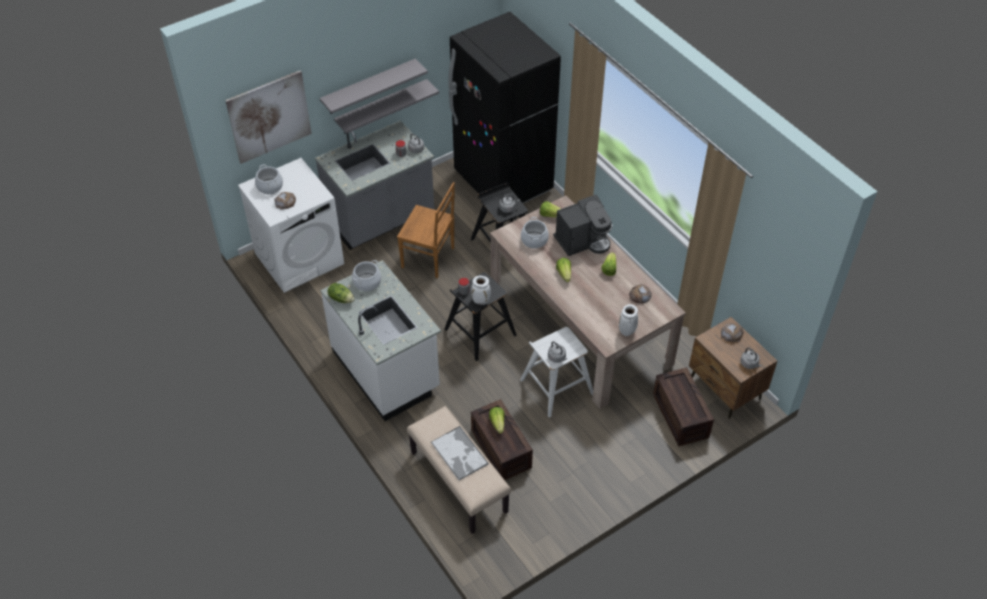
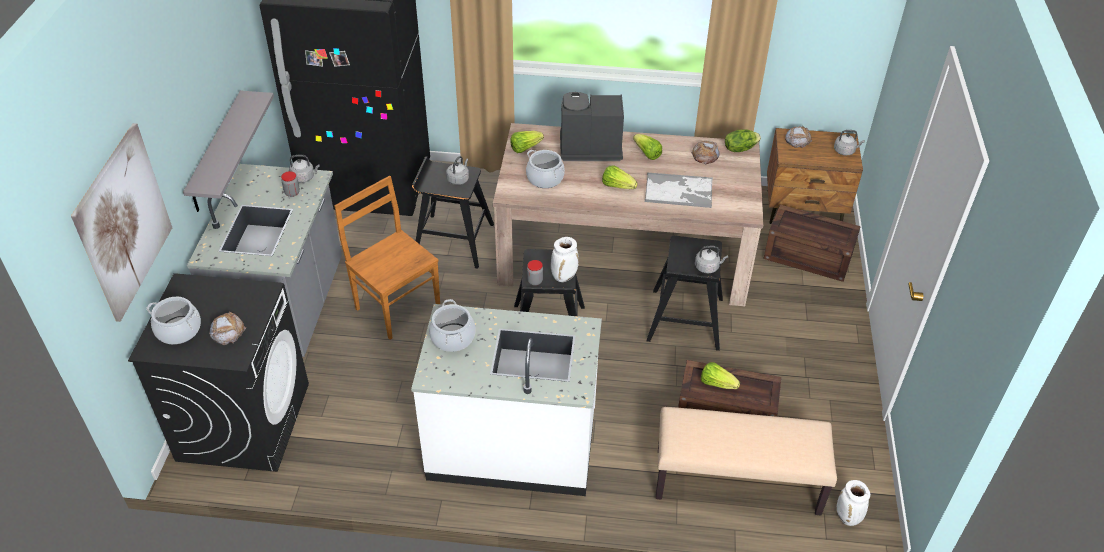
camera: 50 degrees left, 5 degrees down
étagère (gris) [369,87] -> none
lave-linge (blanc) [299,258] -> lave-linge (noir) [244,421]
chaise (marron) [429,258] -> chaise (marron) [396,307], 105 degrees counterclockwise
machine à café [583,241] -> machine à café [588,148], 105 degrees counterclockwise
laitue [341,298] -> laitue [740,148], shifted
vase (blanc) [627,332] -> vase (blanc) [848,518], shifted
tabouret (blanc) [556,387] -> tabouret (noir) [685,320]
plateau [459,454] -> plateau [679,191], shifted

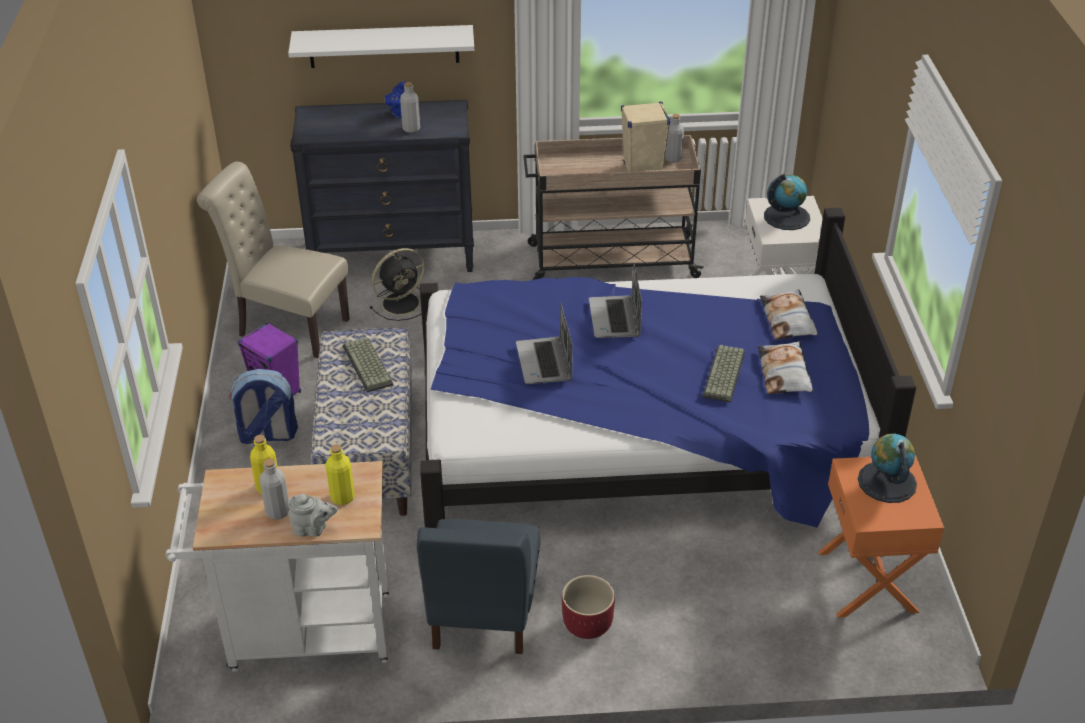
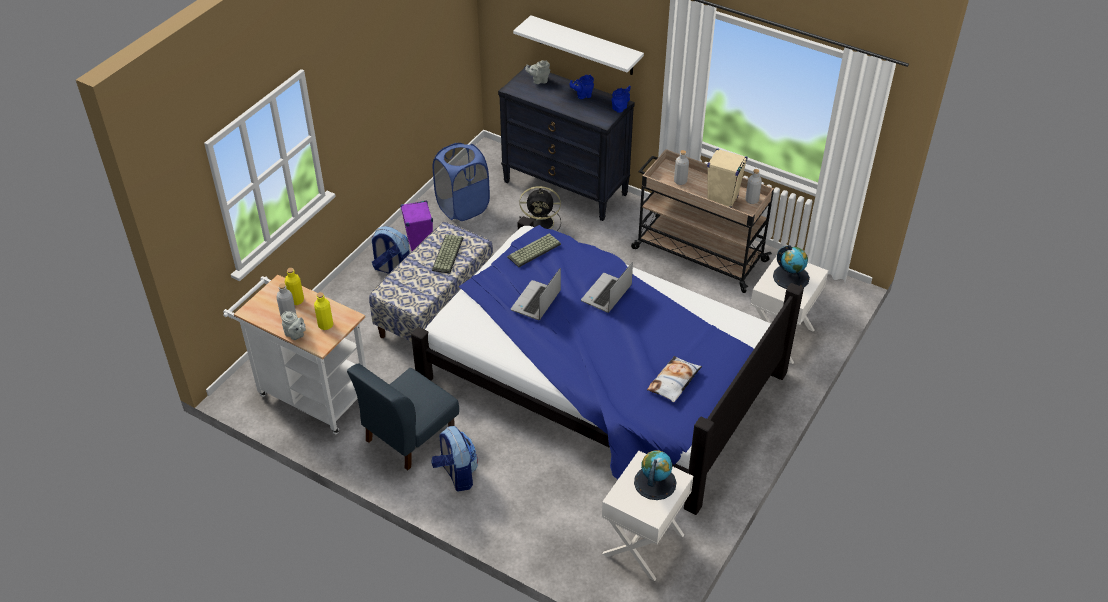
camera: 35 degrees right, 5 degrees up
bouteille (gris) [411,129] -> bouteille (gris) [680,181], shifted
chaise (beige) [287,326] -> panier à linge (bleu) [463,207]
coussin [788,320] -> none
clavier [725,375] -> clavier [534,251], shifted
table de chevet (orange) [869,581] -> table de chevet (blanc) [644,544]
cache-pot (rouge) [586,625] -> sac à dos [456,474]
none -> théière (gris) [539,80]
none -> théière (bleu) [620,107]

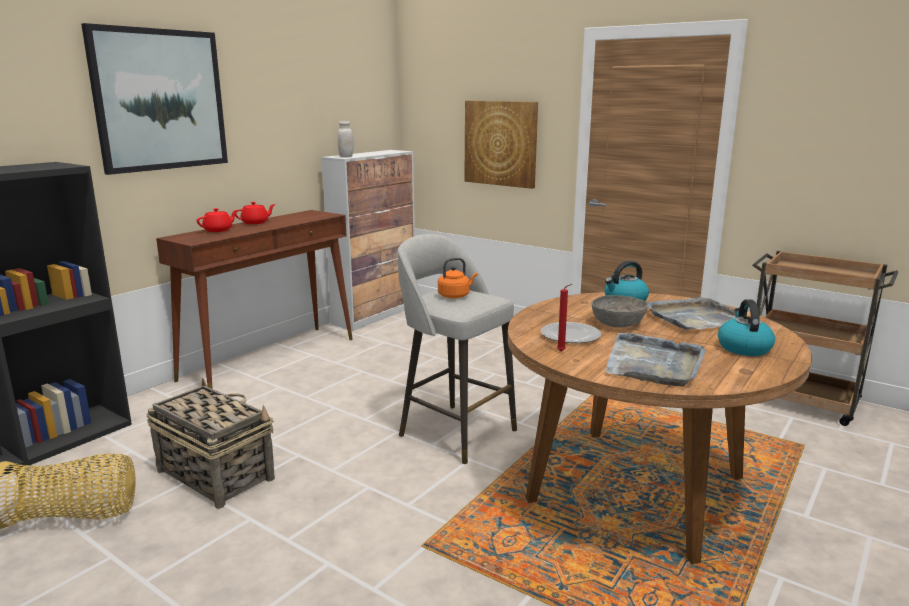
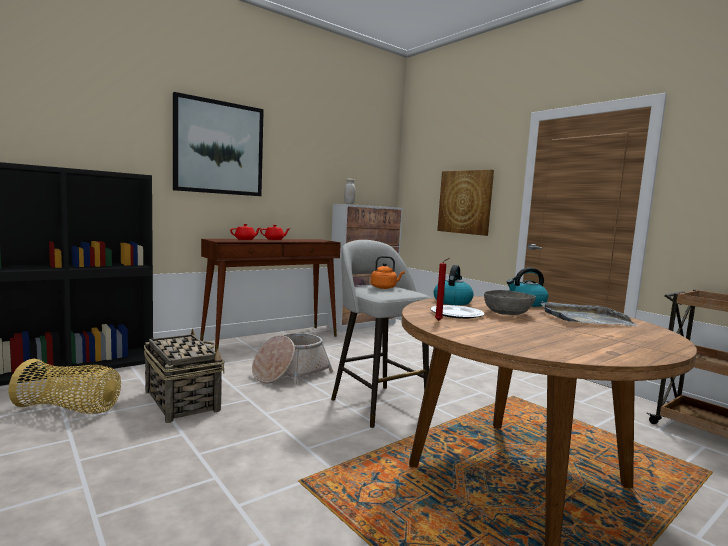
camera: 15 degrees right, 10 degrees down
bouilloire [743,348] -> bouilloire [452,302], shifted
plateau (gris) [653,364] -> none
none -> panier [290,373]

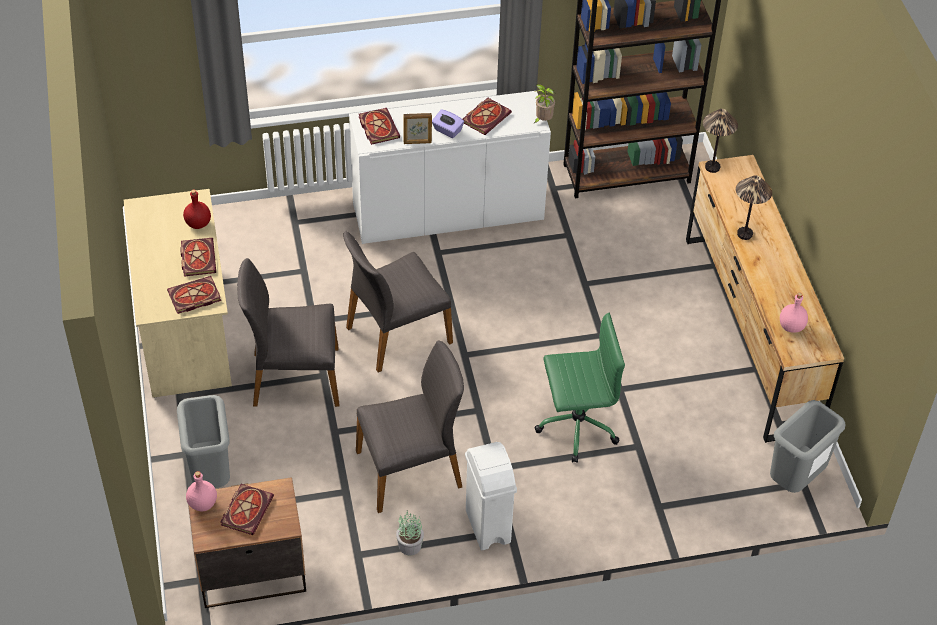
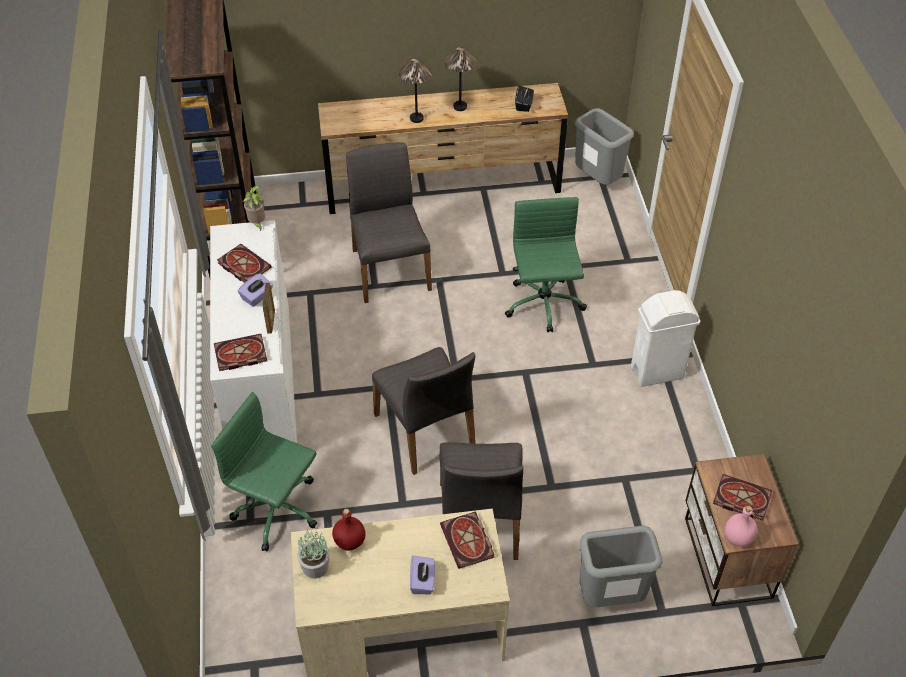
camera: 85 degrees left, 0 degrees up
lampe de table [712,167] -> lampe de table [460,106], shifted
livre [197,258] -> none
bouteille (rose) [791,326] -> boîte à mouchoirs (noir) [524,105]
chaise (gris) [410,470] -> chaise (gris) [389,269], shifted
plante en pot [409,545] -> plante en pot [315,567], shifted
none -> chaise de bureau (vert) [278,511]
none -> boîte à mouchoirs (violet) [422,581]

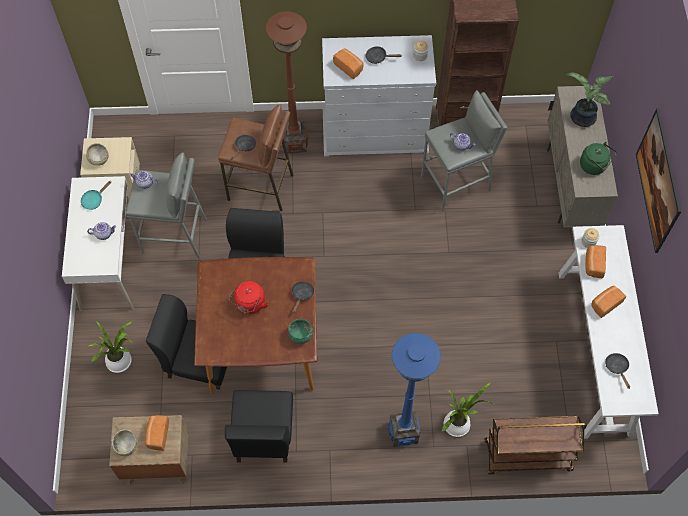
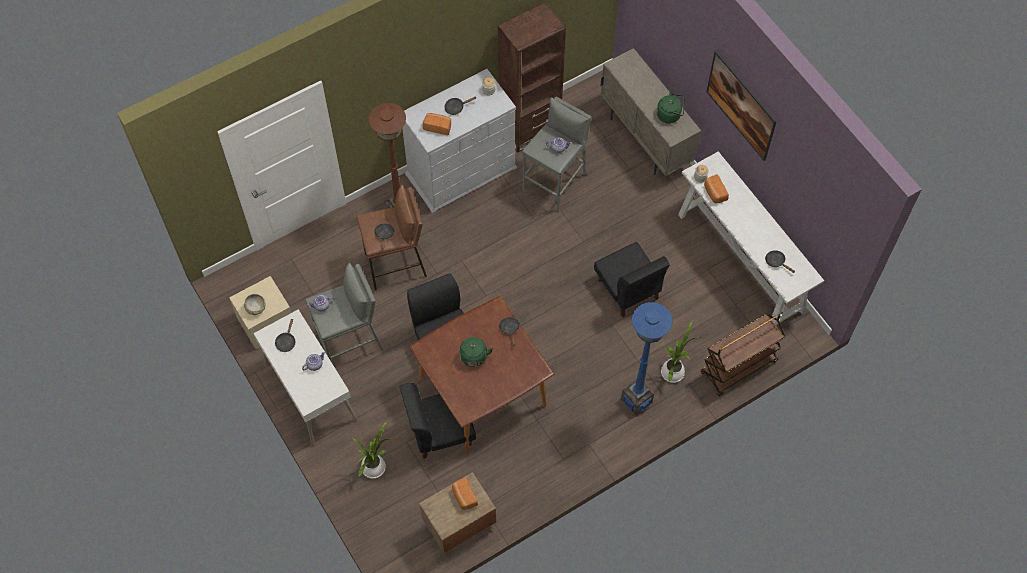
camera: 30 degrees left, 0 degrees up
plante en pot [581,118] -> none
poêle (turquoise) [94,200] -> poêle (noir) [286,341]
bouilloire (rouge) [250,305] -> bouilloire (vert) [474,358]
pain [605,304] -> none
bol (vert) [300,336] -> none
chaise (noir) [263,435] -> chaise (noir) [628,289], shifted
bol (beige) [127,446] -> none

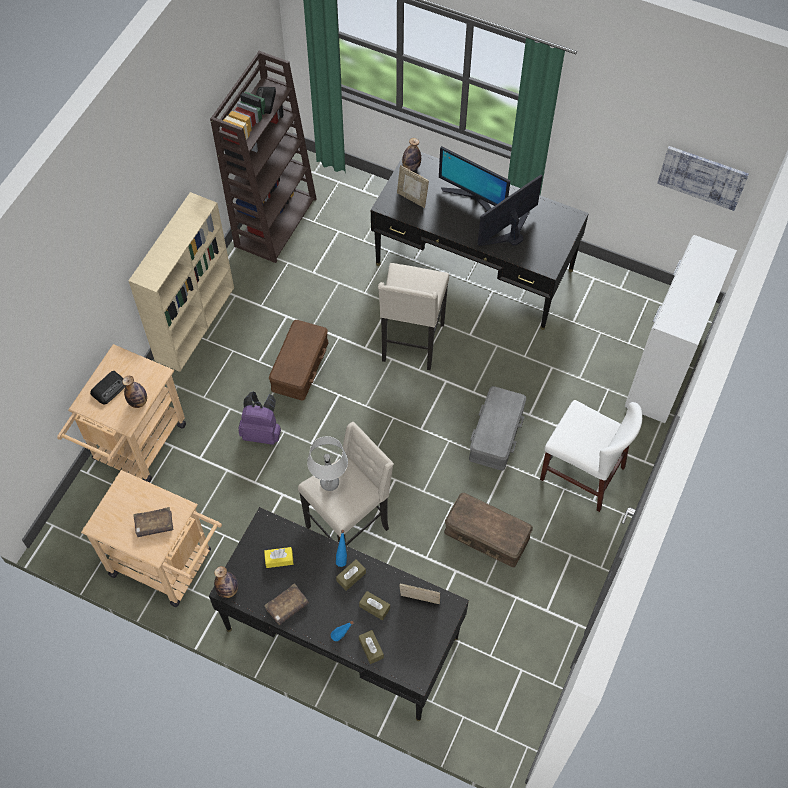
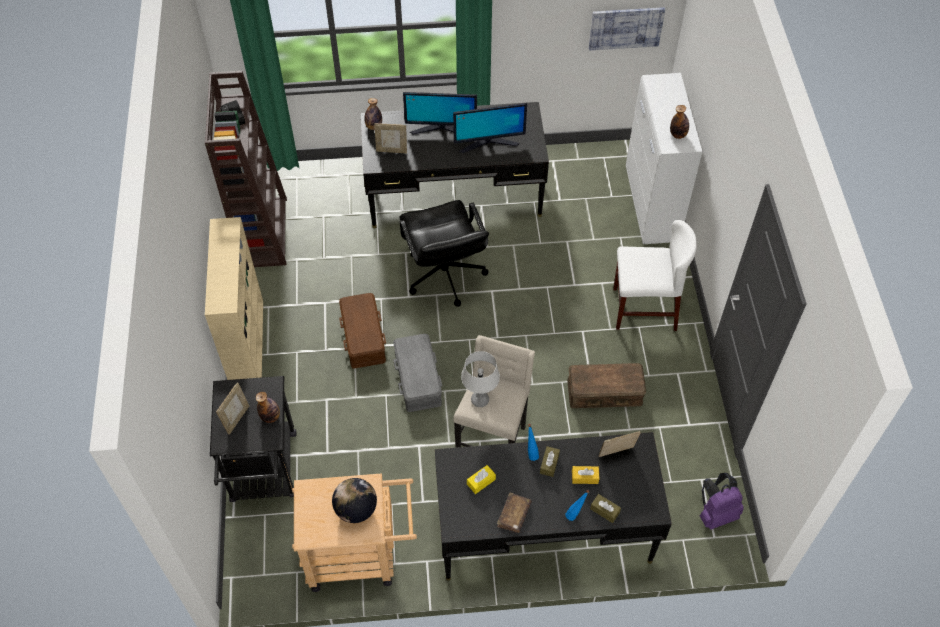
camera: 30 degrees left, 5 degrees down
écran d'ordinateur [509,233] -> écran d'ordinateur [488,143], 120 degrees counterclockwise
tabouret (beige) [411,344] -> chaise de bureau (noir) [444,275]
chariot (beige) [135,448] -> chariot (noir) [264,474]
radio [109,388] -> cadre photo [236,418]
boîte de rangement (gris) [497,434] -> boîte de rangement (gris) [418,378], shifted
sac à dos (violet) [262,432] -> sac à dos (violet) [716,513], shifted
livre (marron) [154,524] -> globe [356,509]
bouteille [228,590] -> bouteille [678,135], shifted
boîte à mouchoirs (marron) [374,607] -> boîte à mouchoirs (jaune) [585,477]

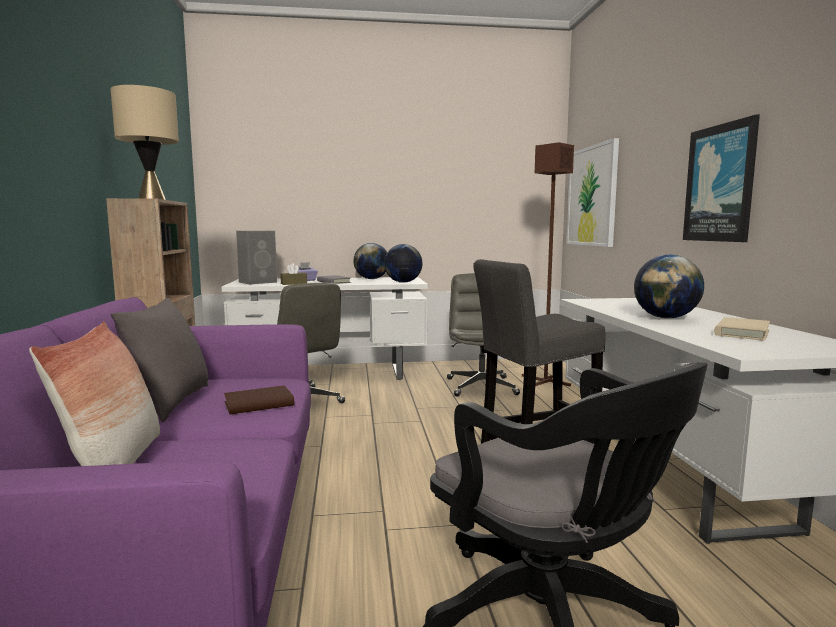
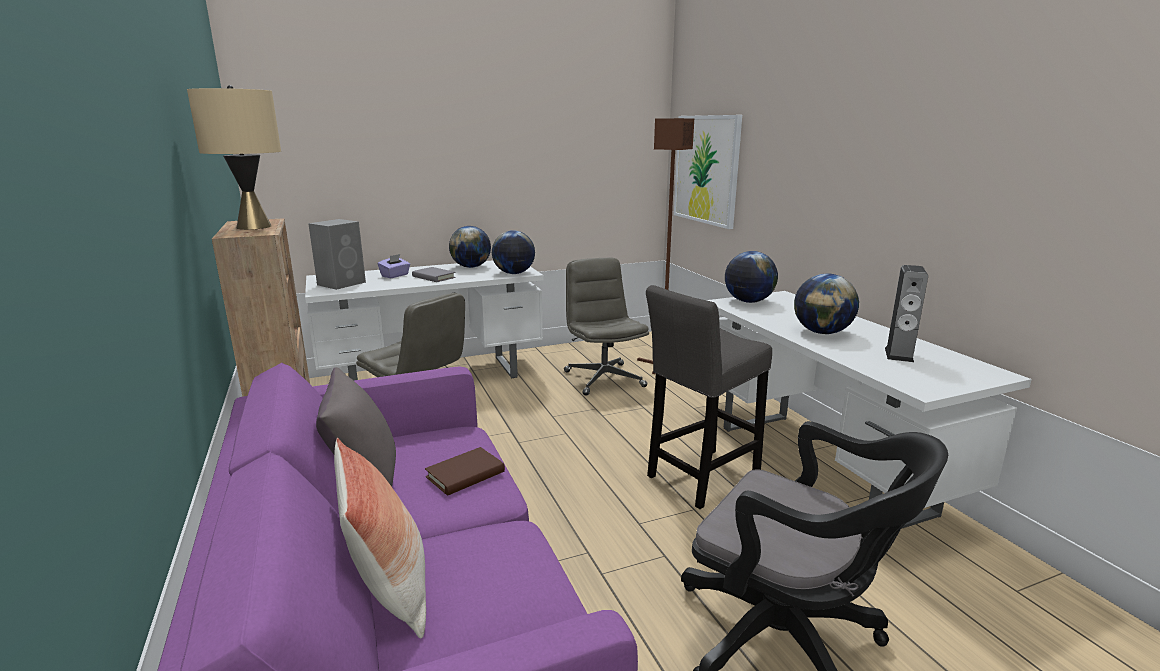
camera: 15 degrees left, 10 degrees up
tableau [720,183] -> none
boîte à mouchoirs (marron) [294,283] -> none
livre (beige) [742,333] -> enceinte [899,354]
none -> globe [748,301]

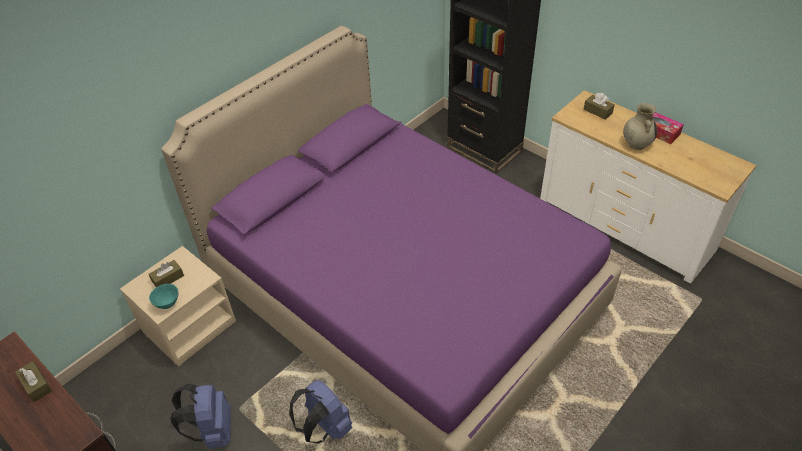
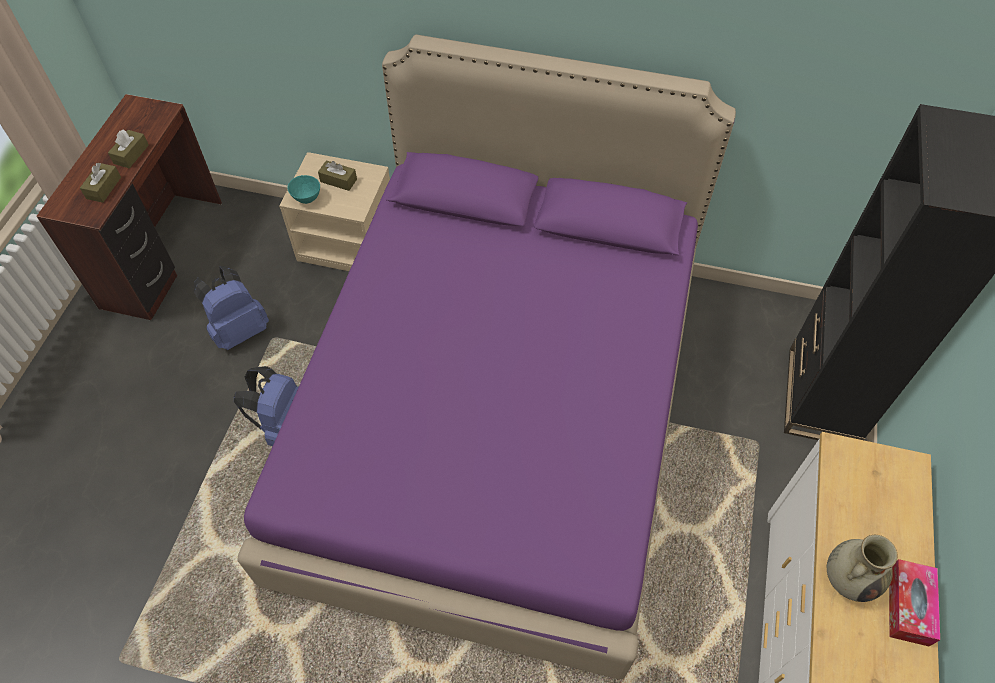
camera: 60 degrees right, 10 degrees up
boîte à mouchoirs (marron) [597,111] -> boîte à mouchoirs (marron) [103,188], shifted

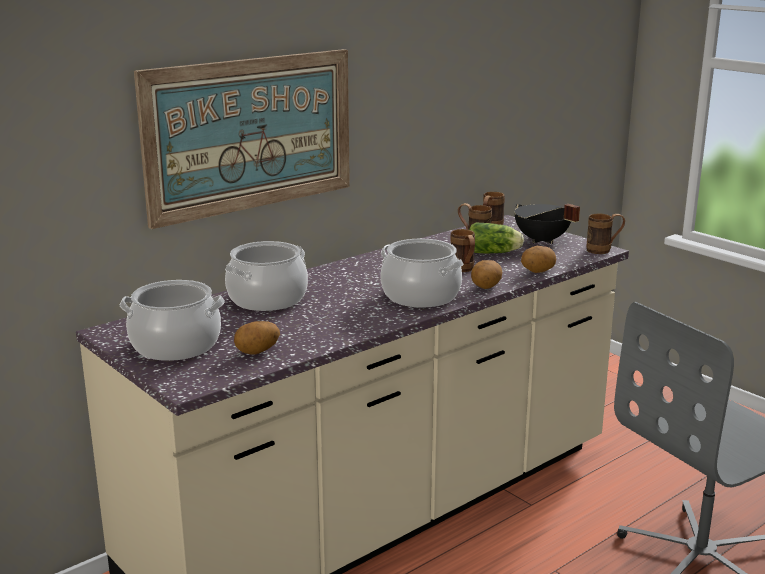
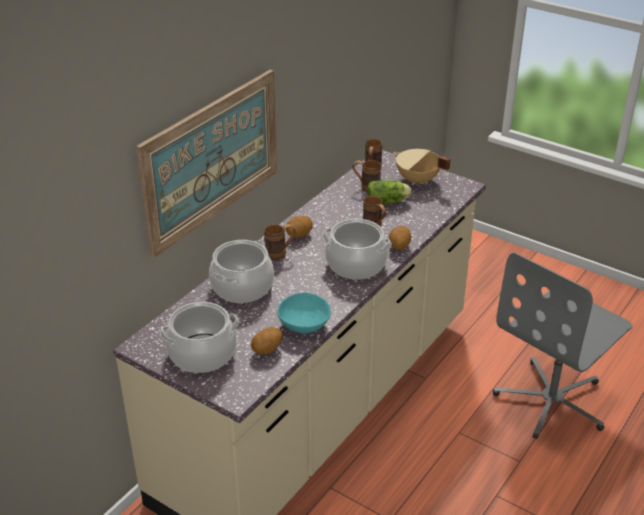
camera: 15 degrees left, 15 degrees up
marmite (noir) [541,240] -> marmite (beige) [417,181]
mug (marron) [604,250] -> mug (marron) [280,253], shifted
pomme de terre [537,272] -> pomme de terre [299,235], shifted
none -> bol (turquoise) [303,325]

